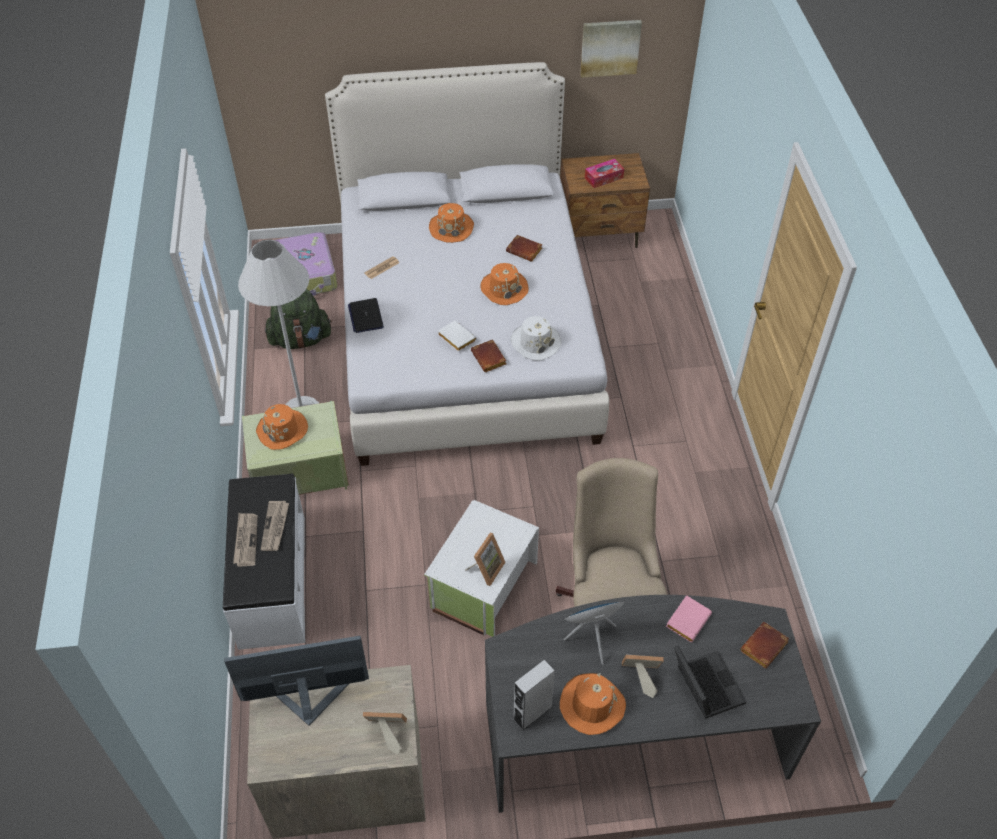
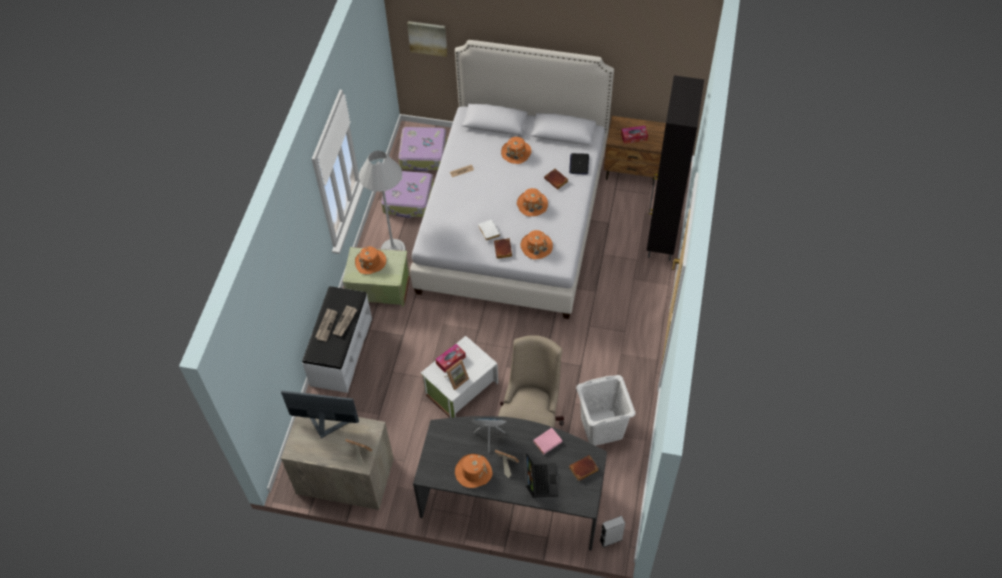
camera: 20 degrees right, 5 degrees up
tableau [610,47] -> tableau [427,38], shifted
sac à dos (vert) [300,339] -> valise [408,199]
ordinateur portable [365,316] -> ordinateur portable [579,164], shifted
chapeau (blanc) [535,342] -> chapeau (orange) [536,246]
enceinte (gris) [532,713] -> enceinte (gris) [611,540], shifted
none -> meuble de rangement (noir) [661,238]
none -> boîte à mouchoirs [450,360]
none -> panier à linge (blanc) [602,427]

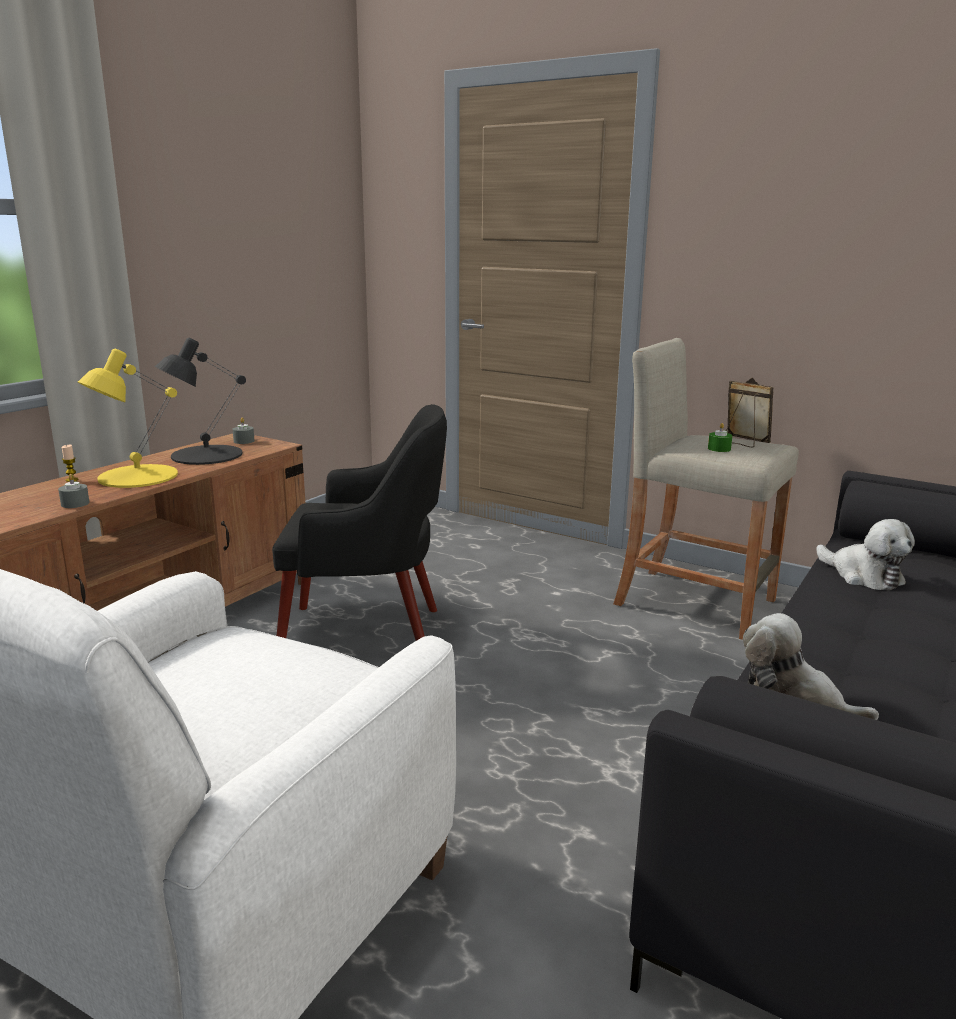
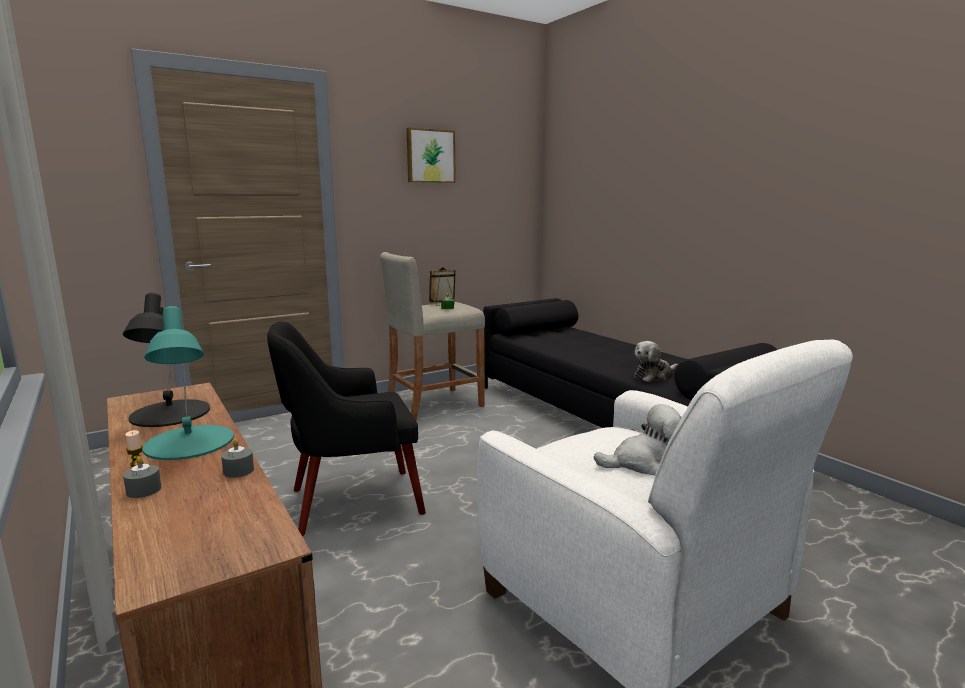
camera: 65 degrees left, 5 degrees down
lampe de table (jaune) [136,476] -> lampe de table (turquoise) [188,443]
fauteuil (noir) [367,634] -> fauteuil (noir) [351,501], 135 degrees counterclockwise
bougie (gris) [244,441] -> bougie (gris) [144,490], shifted
peluche [863,576] -> peluche [644,464], shifted
none -> tableau [430,156]

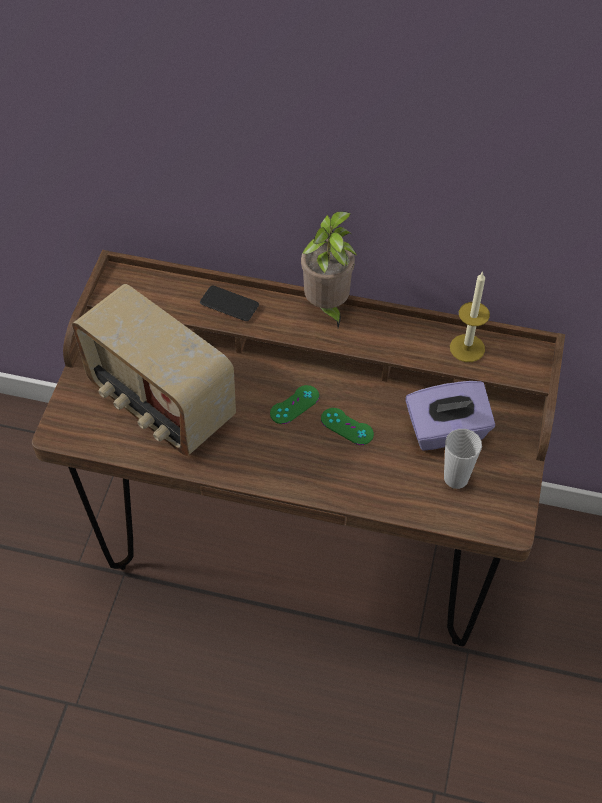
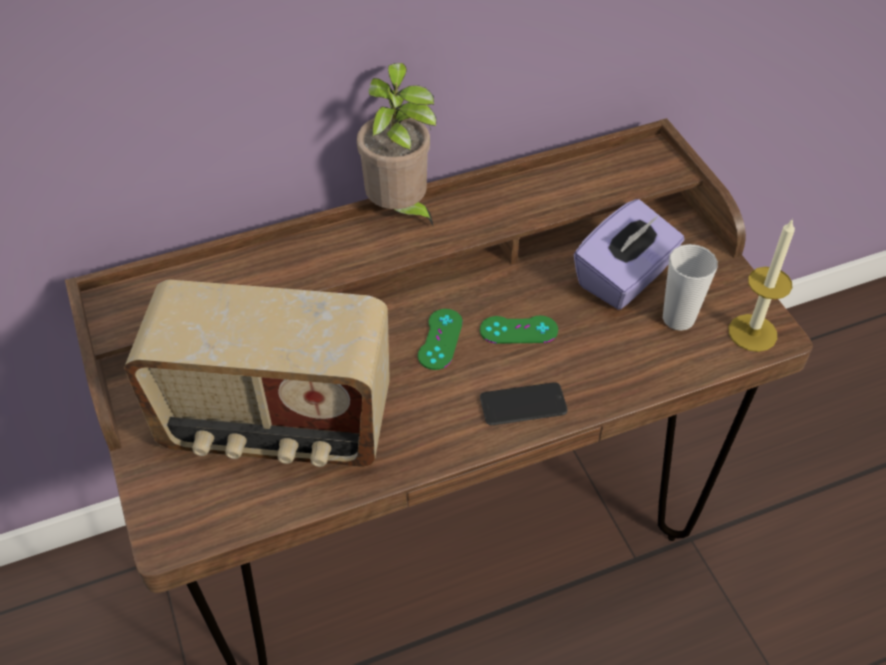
camera: 35 degrees left, 5 degrees down
bougie [467,348] -> bougie [752,333], shifted
téléphone [229,304] -> téléphone [523,405], shifted

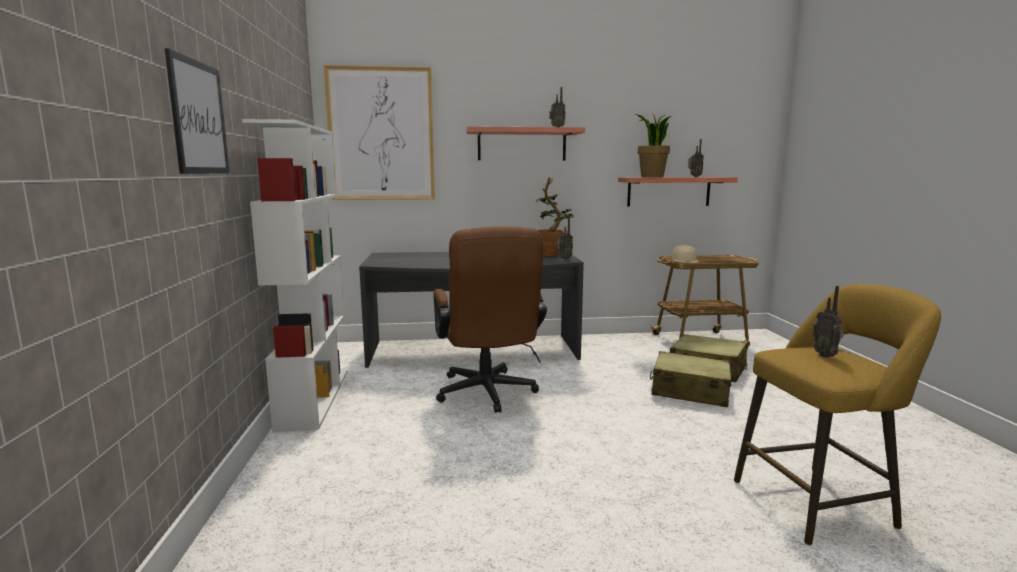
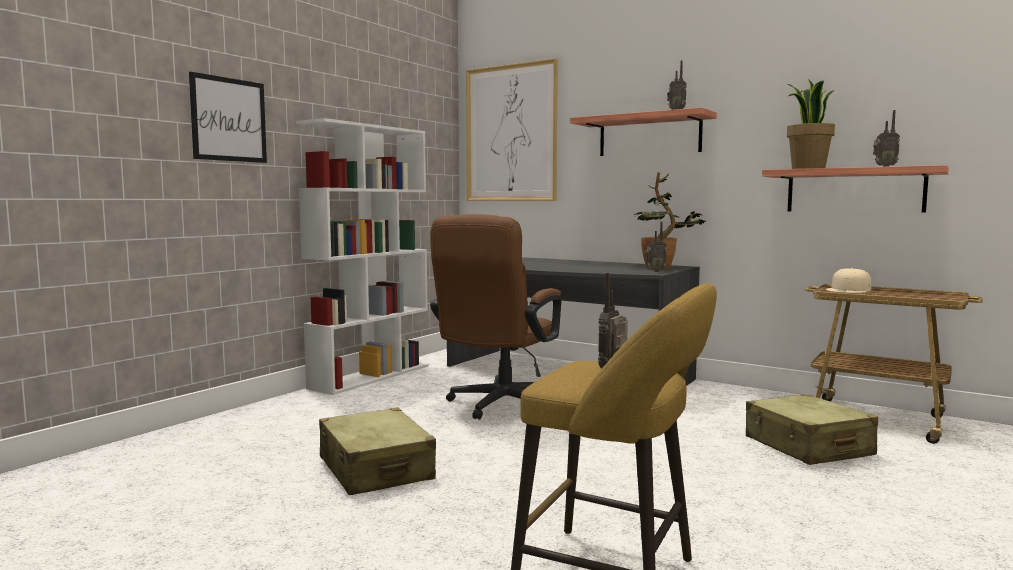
camera: 40 degrees right, 5 degrees down
valise (beige) [689,391] -> valise (beige) [376,469], shifted

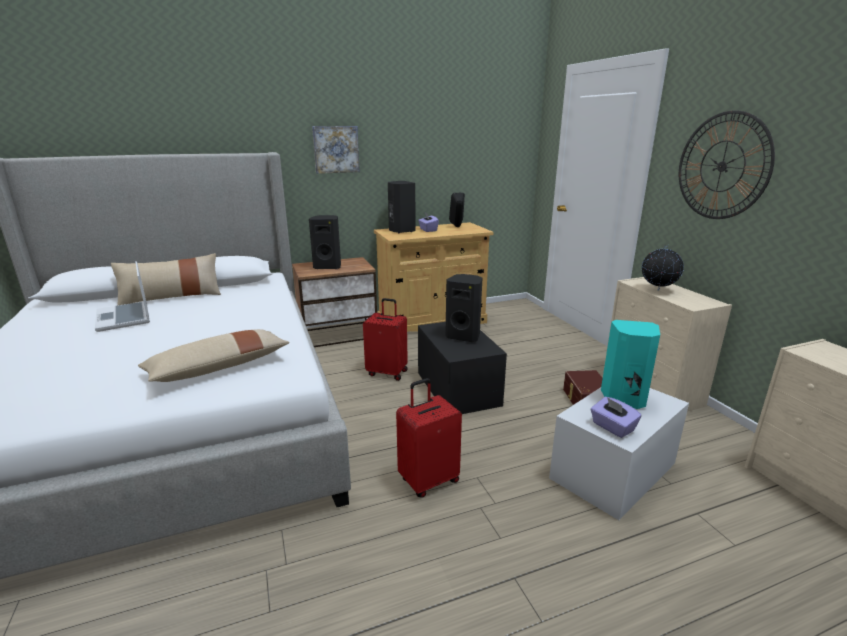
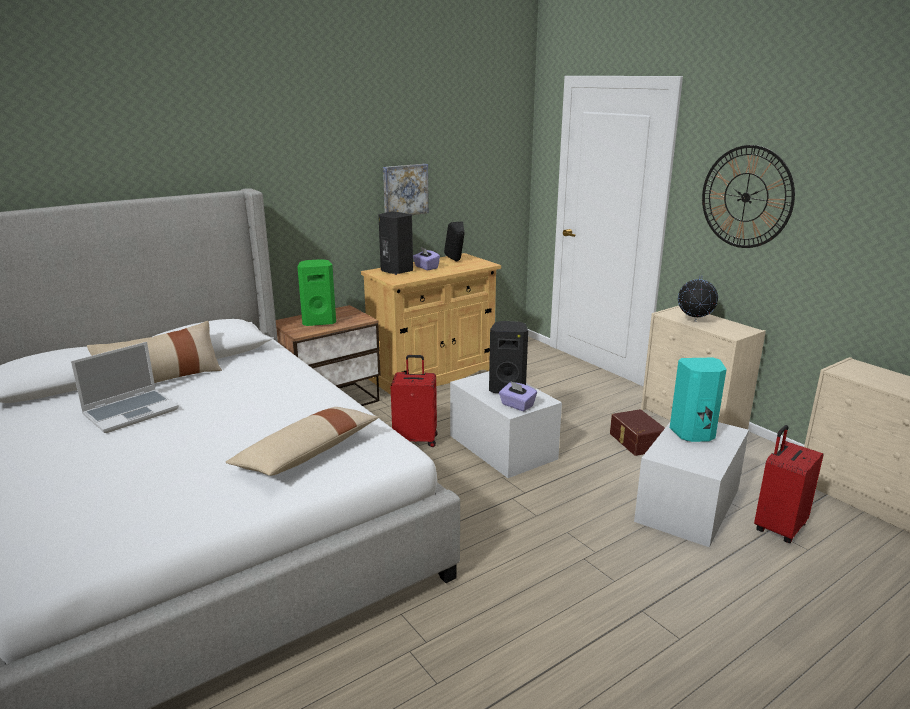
camera: 15 degrees left, 0 degrees up
tableau [336,149] -> tableau [404,190], shifted
enceinte (noir) [328,267] -> enceinte (vert) [319,322]
ordinateur portable [125,318] -> ordinateur portable [131,412], 90 degrees counterclockwise
boîte de rangement (noir) [458,388] -> boîte de rangement (blanc) [502,447]
valise (rouge) [428,480] -> valise (rouge) [778,527], shifted
boîte à mouchoirs (violet) [612,427] -> boîte à mouchoirs (violet) [517,405], shifted

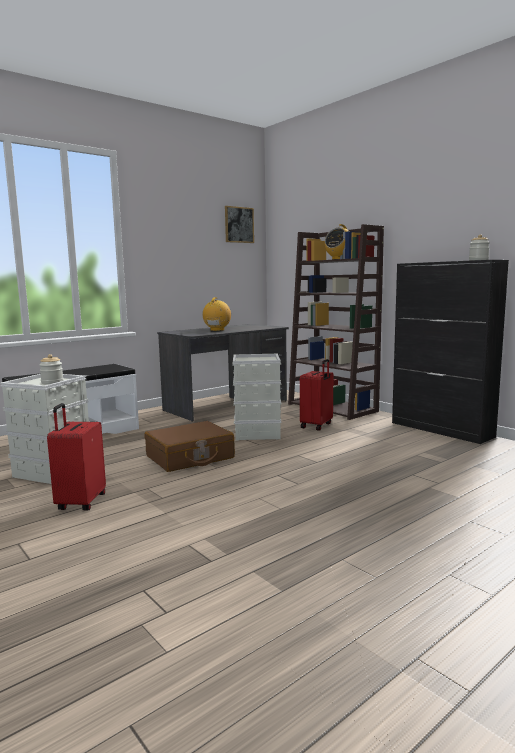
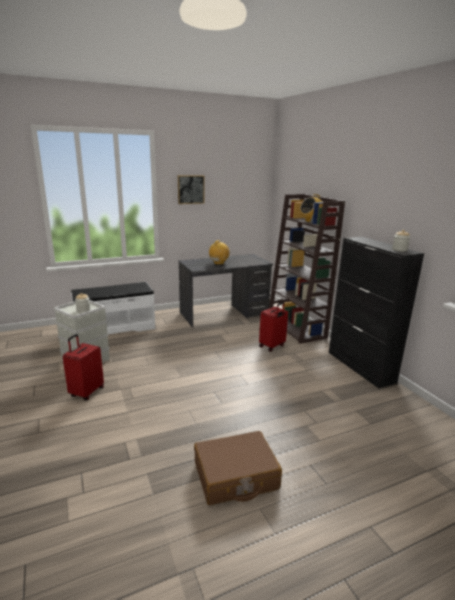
camera: 15 degrees right, 10 degrees up
tableau [239,225] -> tableau [191,189], shifted
boîte de rangement (gris) [258,433] -> none
valise (marron) [190,457] -> valise (marron) [235,476], shifted

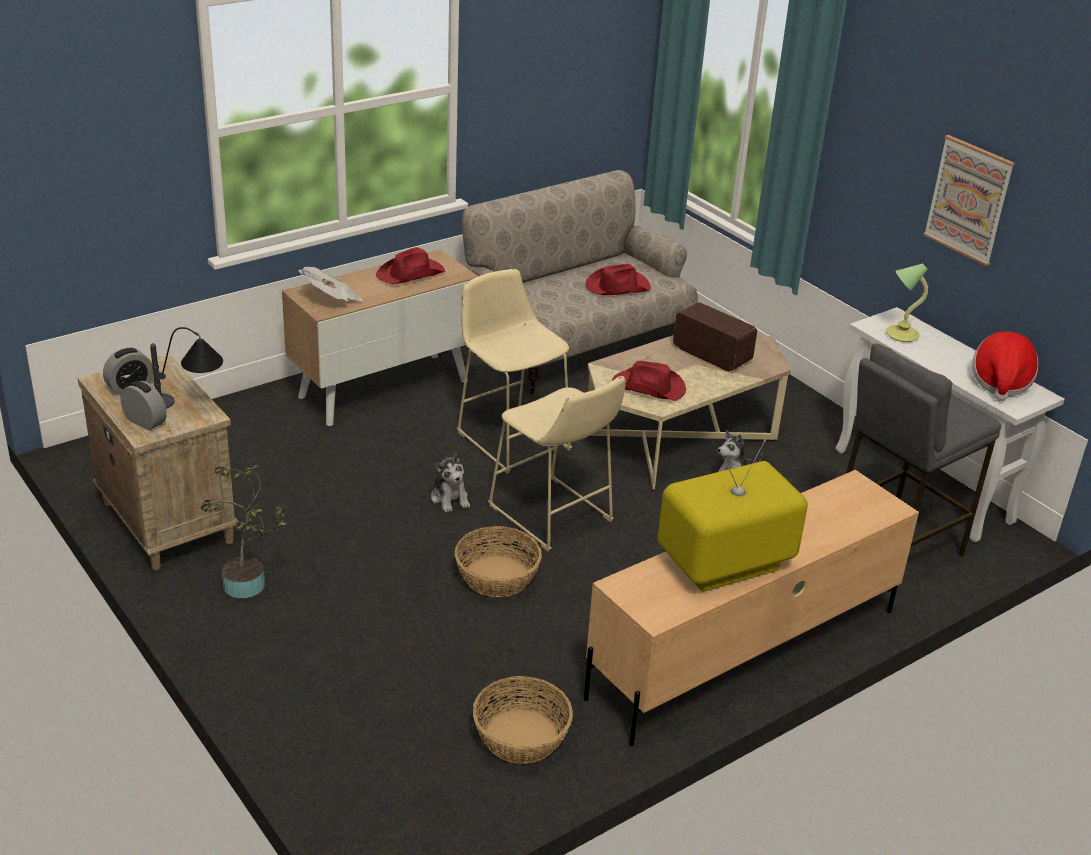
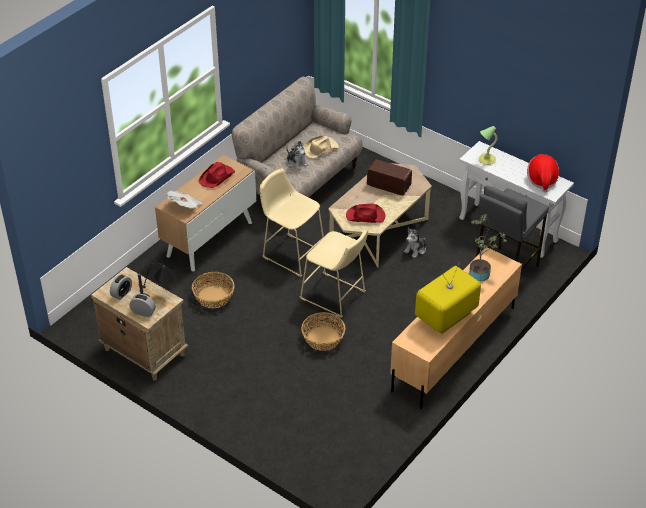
camera: 15 degrees left, 10 degrees up
tableau [969,199] -> none
chapeau (rouge) [617,286] -> chapeau (beige) [320,149]
peluche [450,498] -> peluche [296,163], shifted
plante en pot [249,585] -> plante en pot [482,273], shifted
panier [522,736] -> panier [214,297], shifted

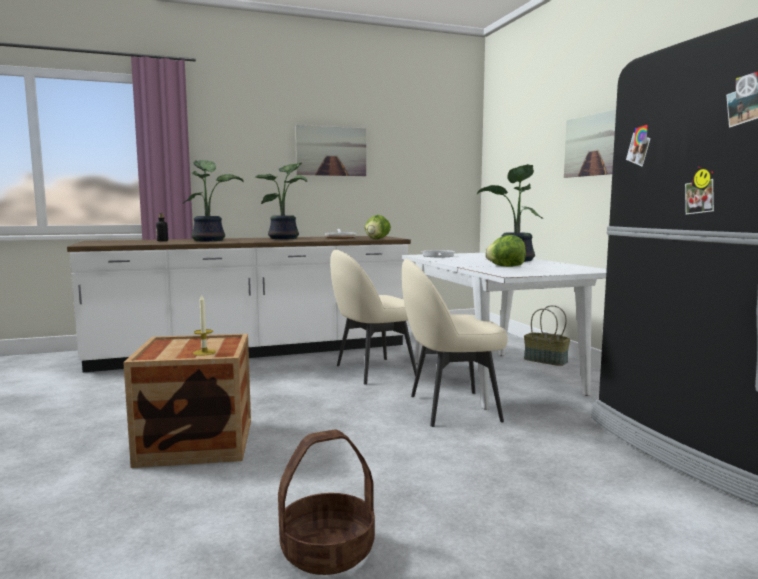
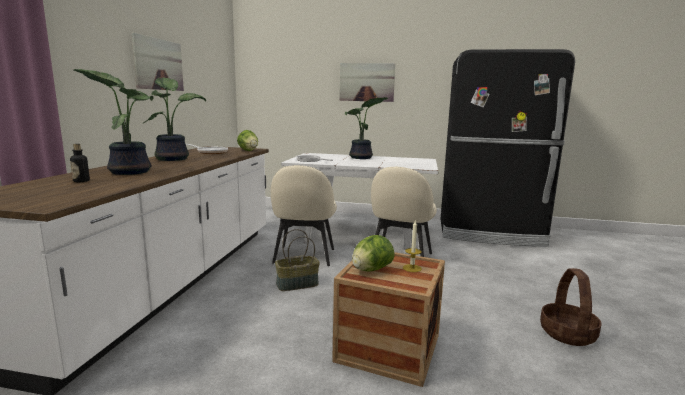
camera: 60 degrees left, 5 degrees up
laitue [506,266] -> laitue [371,270], shifted
panier [545,360] -> panier [297,284], shifted

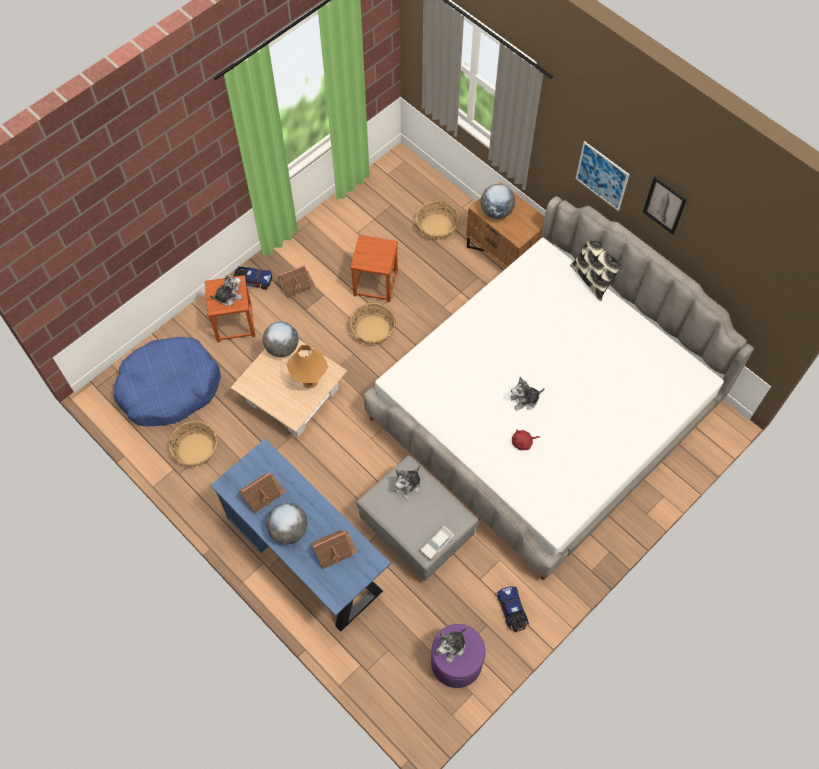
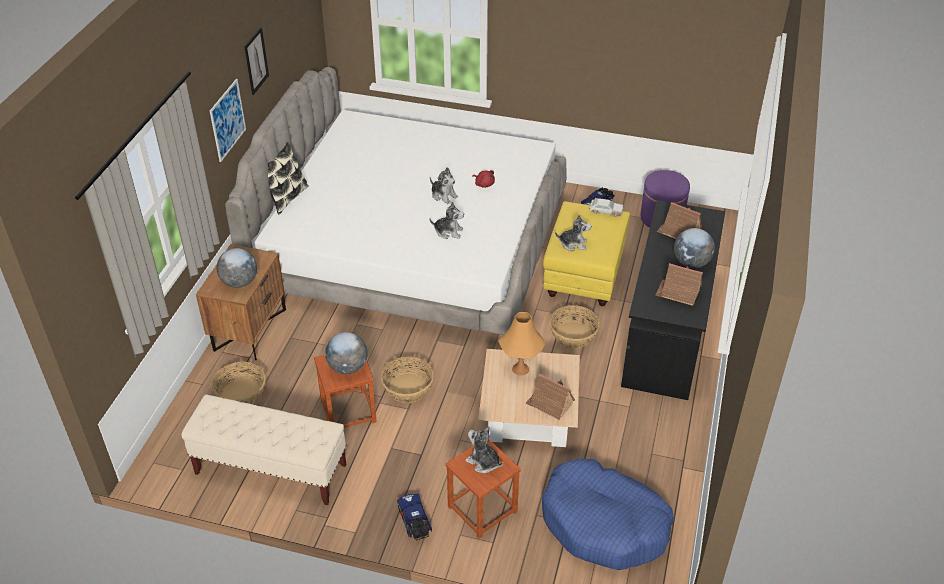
camera: 120 degrees left, 20 degrees down
maison miniature [296,284] -> maison miniature [550,404], shifted
globe [282,348] -> globe [348,367], shifted
panier [196,449] -> panier [573,335], shifted
bureau (bleu) [307,555] -> bureau (noir) [667,331]
pouf (gris) [417,530] -> pouf (jaune) [583,276]
peluche [451,647] -> peluche [448,232], shifted
none -> banc (beige) [270,469]

